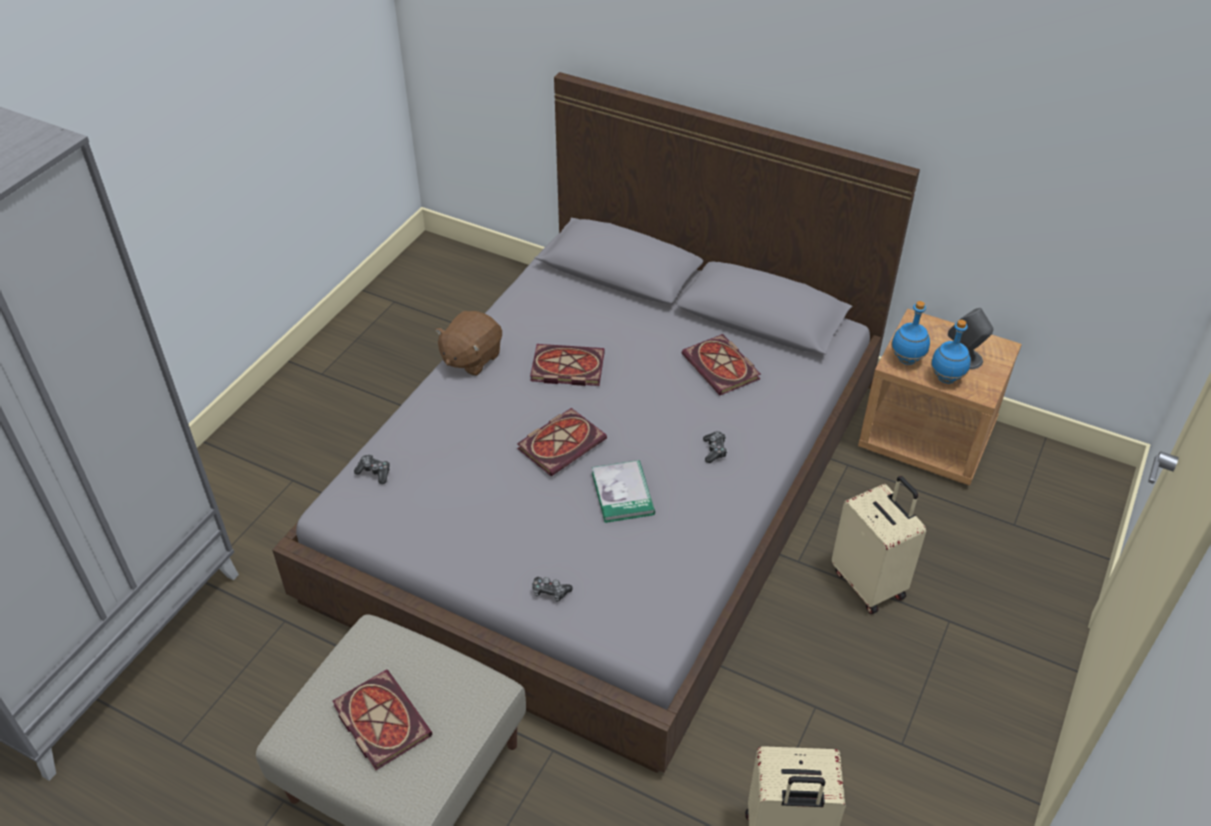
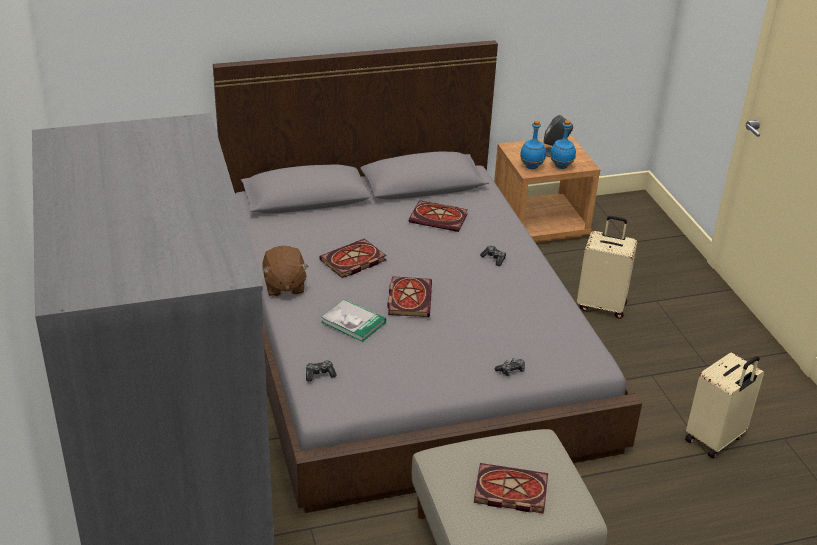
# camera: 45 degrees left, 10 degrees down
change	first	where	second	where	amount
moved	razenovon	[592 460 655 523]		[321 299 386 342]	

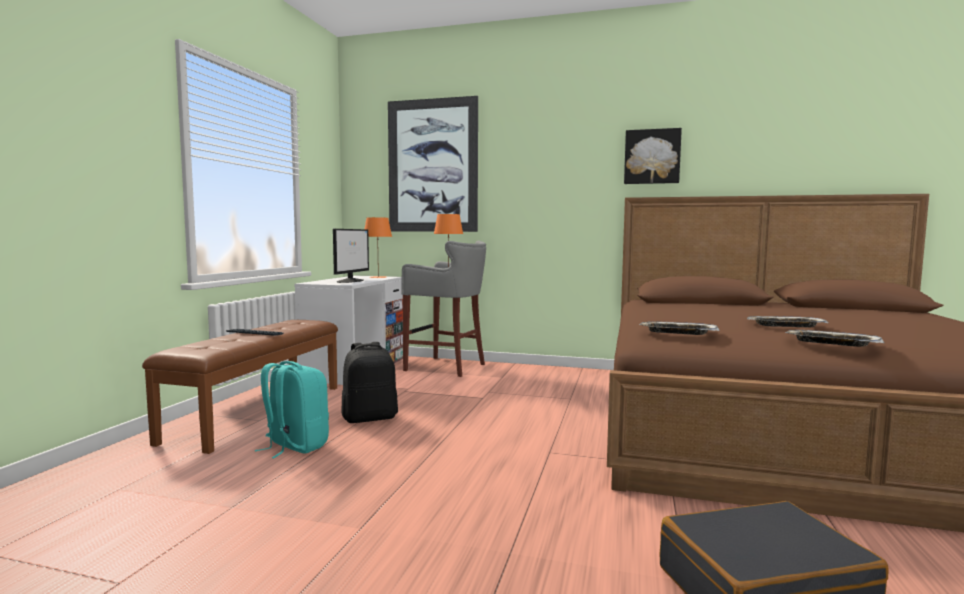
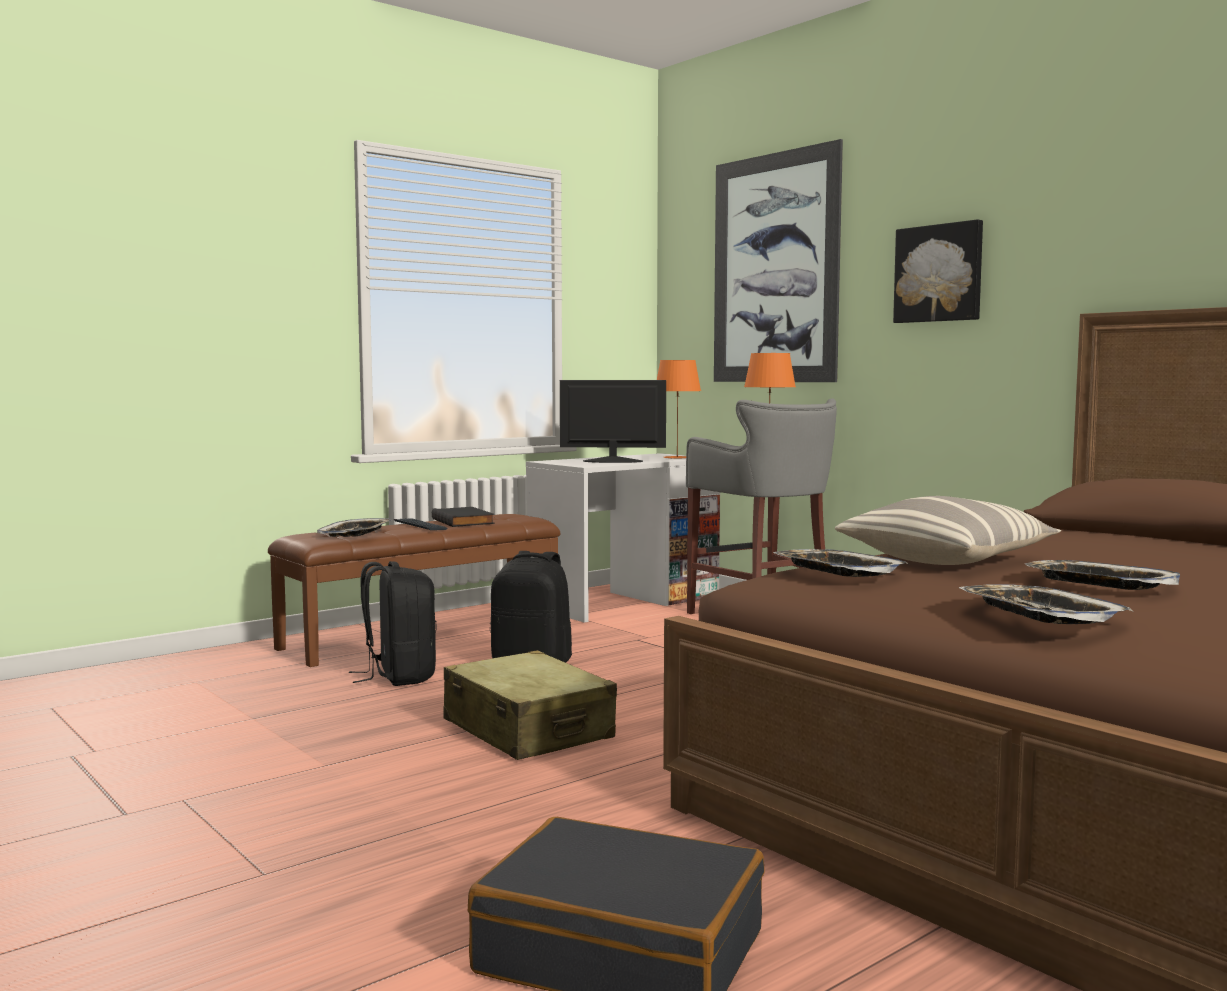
# camera: 35 degrees right, 0 degrees up
change	first	where	second	where	amount
added			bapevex	[317 518 392 537]	
added			razenovon (black)	[432 507 495 527]	
added			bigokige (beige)	[444 650 617 760]	
added			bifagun	[835 496 1061 565]	
moved	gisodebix	[624 128 682 184]		[893 219 983 323]	
recoloured	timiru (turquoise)	[255 361 329 458]	timiru (black)	[349 561 437 686]	
turned	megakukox	[333 229 369 283]		[560 380 666 463]	135 degrees counterclockwise

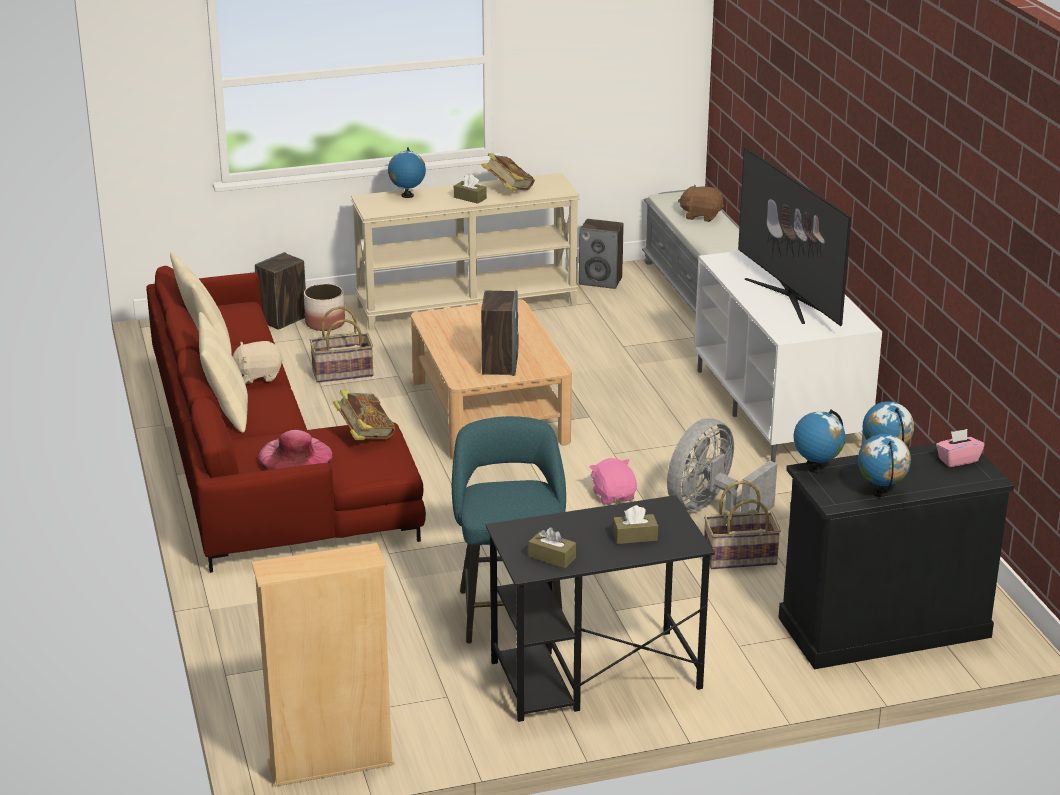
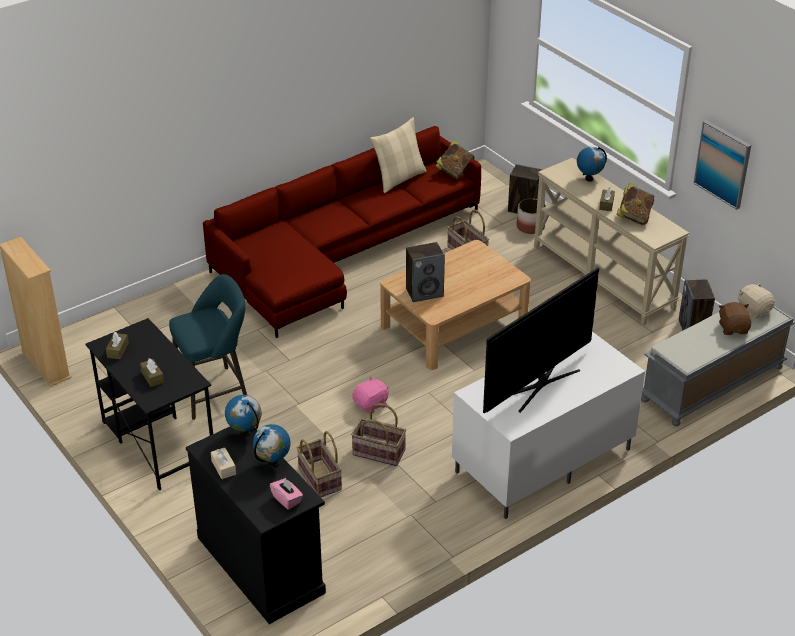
# camera: 70 degrees right, 10 degrees up
change	first	where	second	where	amount
removed	bifagun (beige)	[198 312 248 433]			
removed	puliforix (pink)	[258 430 332 470]			
added			gisodebix	[693 120 751 210]	
moved	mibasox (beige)	[232 341 283 384]		[738 283 775 318]	
moved	razenovon	[333 390 395 440]		[435 140 475 179]	
replaced	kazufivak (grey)	[667 418 777 512]	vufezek	[351 403 406 466]	
replaced	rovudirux	[858 434 911 497]	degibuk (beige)	[211 448 236 479]	

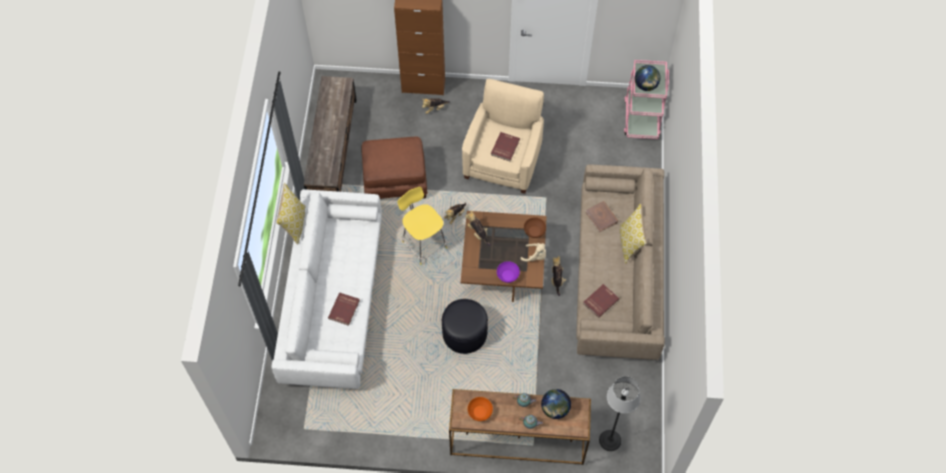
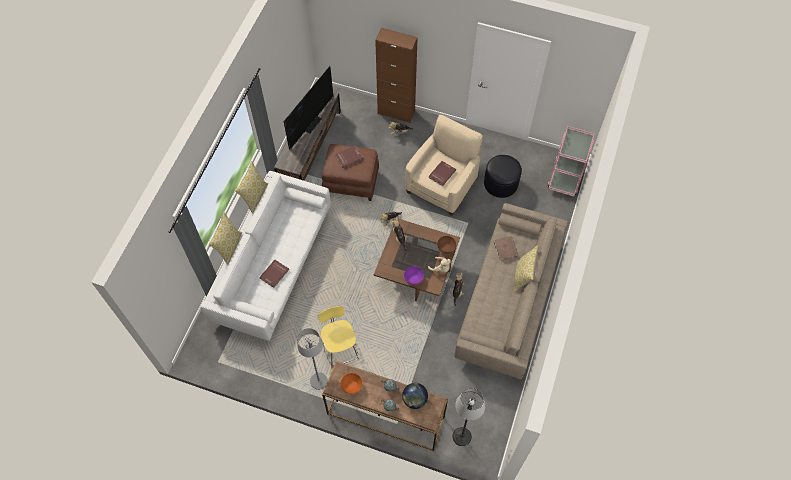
# camera: 15 degrees right, 0 degrees up
change	first	where	second	where	amount
removed	rovudirux	[634 65 661 91]			
added			bifagun	[209 212 242 265]	
added			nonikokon	[284 66 333 150]	
added			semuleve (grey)	[297 328 328 390]	
moved	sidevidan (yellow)	[398 187 447 265]		[318 306 359 369]	
moved	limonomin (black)	[442 299 488 354]		[484 155 522 198]	
moved	razenovon (red)	[583 284 619 318]		[335 146 363 168]	

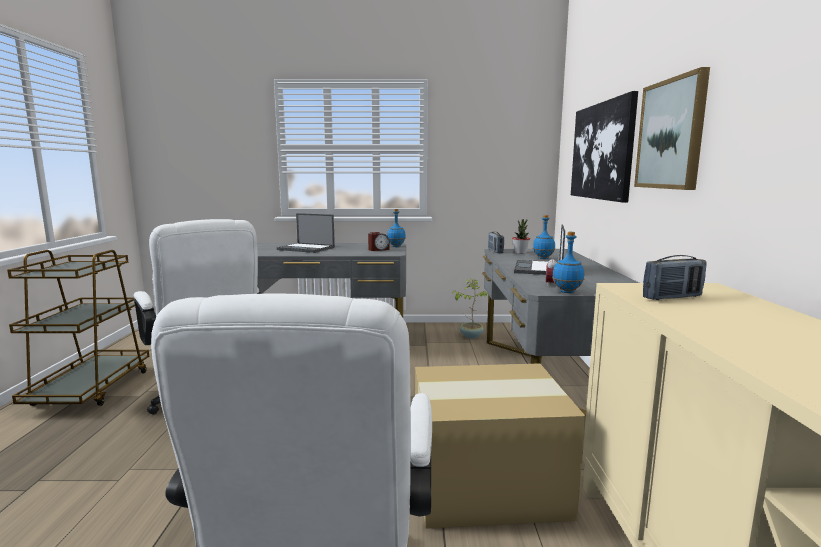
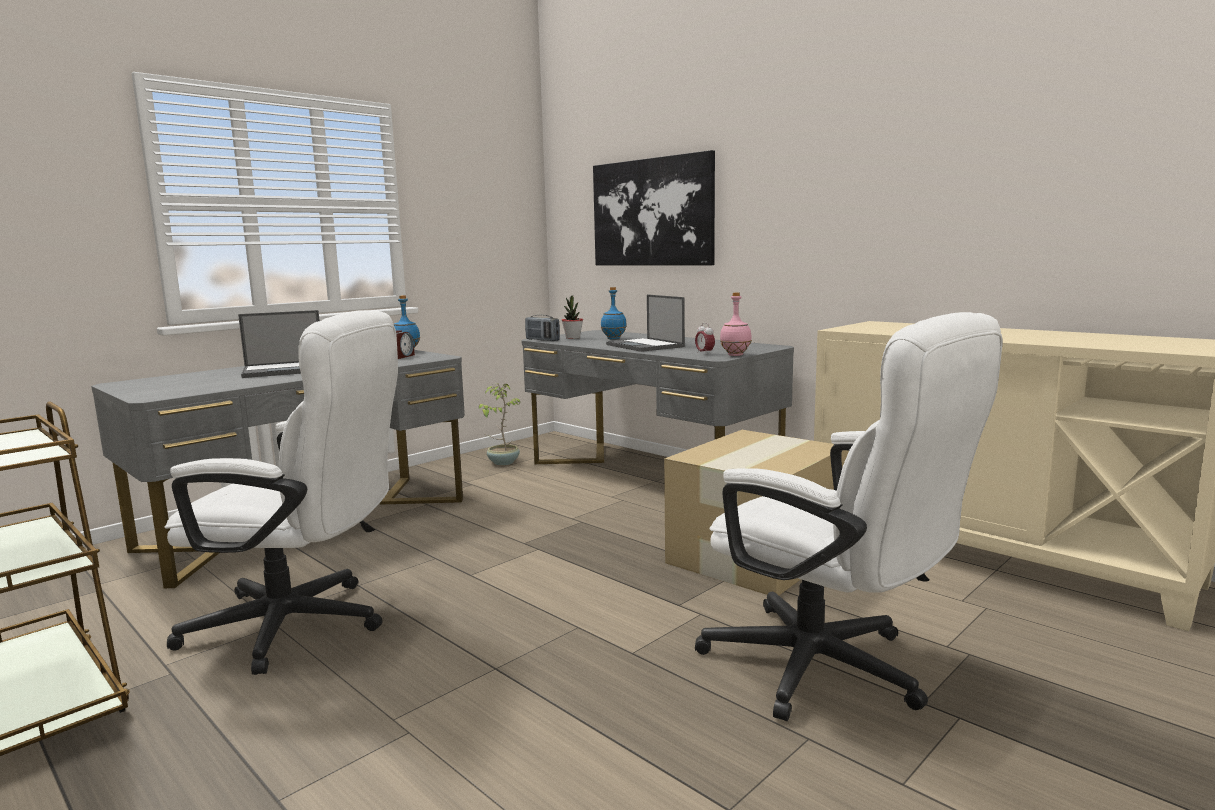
# camera: 45 degrees left, 0 degrees up
change	first	where	second	where	amount
removed	gisodebix	[634 67 710 190]			
removed	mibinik	[643 255 707 300]			
recoloured	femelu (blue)	[552 232 584 293]	femelu (pink)	[720 292 752 356]	

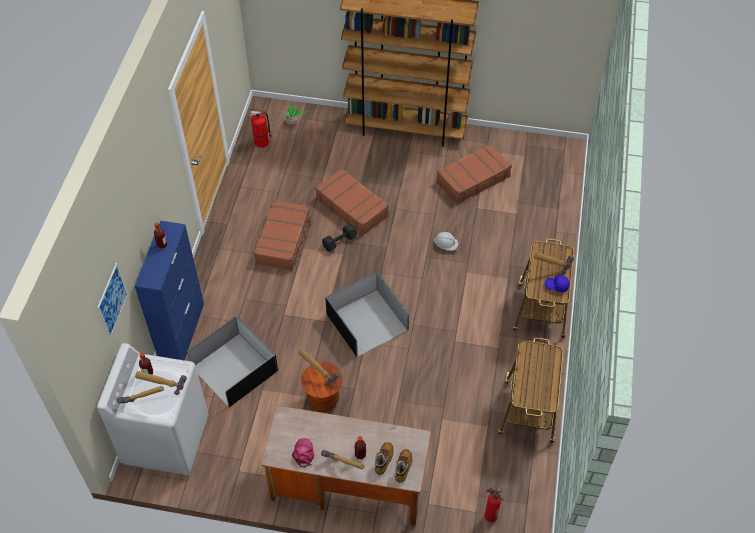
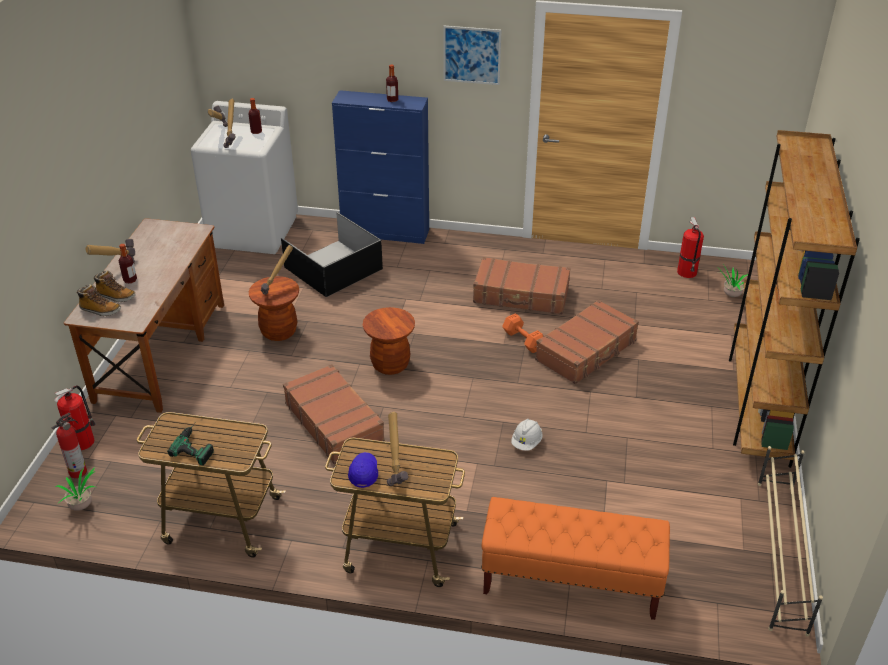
# camera: 90 degrees right, 15 degrees down
change	first	where	second	where	amount
removed	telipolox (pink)	[292 438 314 467]			
added			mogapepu	[54 385 95 451]	
added			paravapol	[55 467 95 511]	
added			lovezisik	[167 422 214 465]	
added			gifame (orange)	[481 497 670 620]	
added			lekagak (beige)	[758 446 823 637]	
moved	gisodebix	[97 263 128 338]		[443 26 501 85]	
moved	bigokige (brown)	[436 143 512 204]		[283 364 385 465]	
replaced	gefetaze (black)	[325 272 409 357]	sidevidan (brown)	[363 307 415 375]	
recoloured	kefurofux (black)	[322 224 357 252]	kefurofux (orange)	[502 313 544 353]	

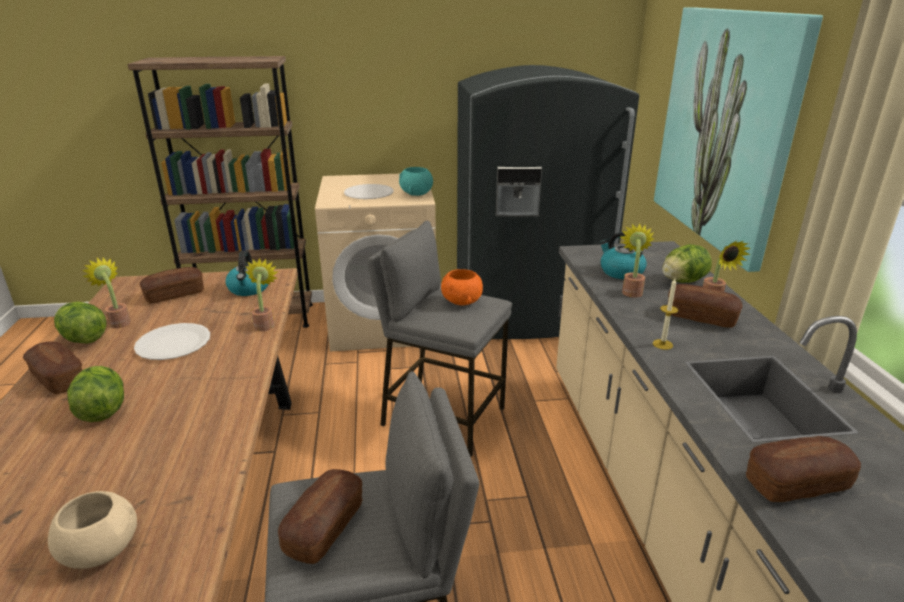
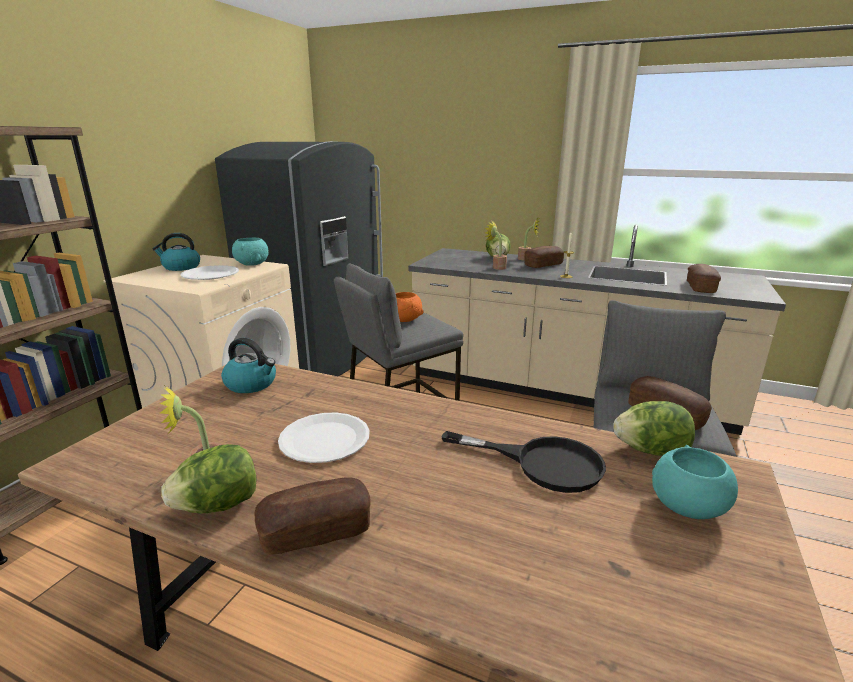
# camera: 60 degrees left, 5 degrees down
change	first	where	second	where	amount
removed	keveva	[140 267 204 303]			
removed	paravapol	[246 258 278 331]			
removed	gisodebix	[654 7 823 272]			
added			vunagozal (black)	[441 431 606 493]	
moved	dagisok	[67 366 124 422]		[613 401 695 456]	
moved	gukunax	[599 232 647 279]		[152 233 200 271]	
recoloured	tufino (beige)	[48 491 137 569]	tufino (turquoise)	[652 445 738 519]	

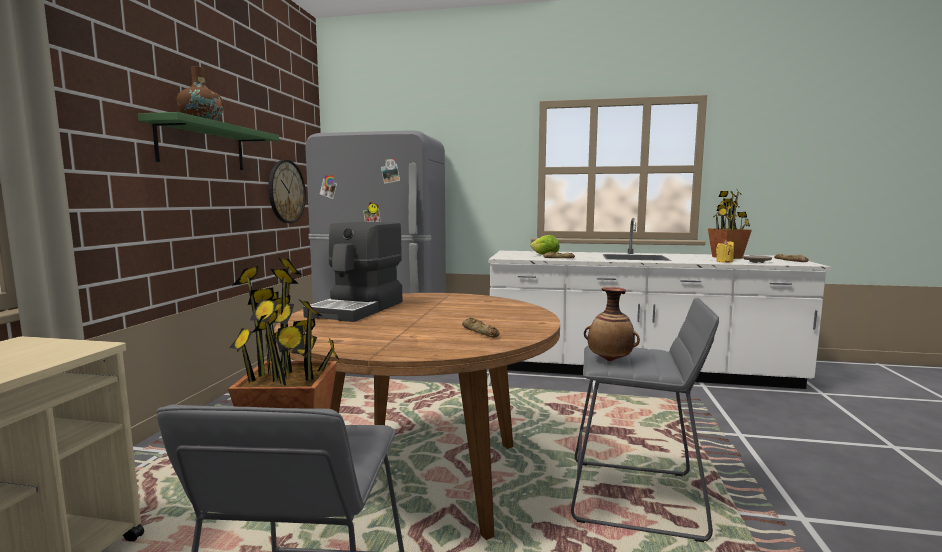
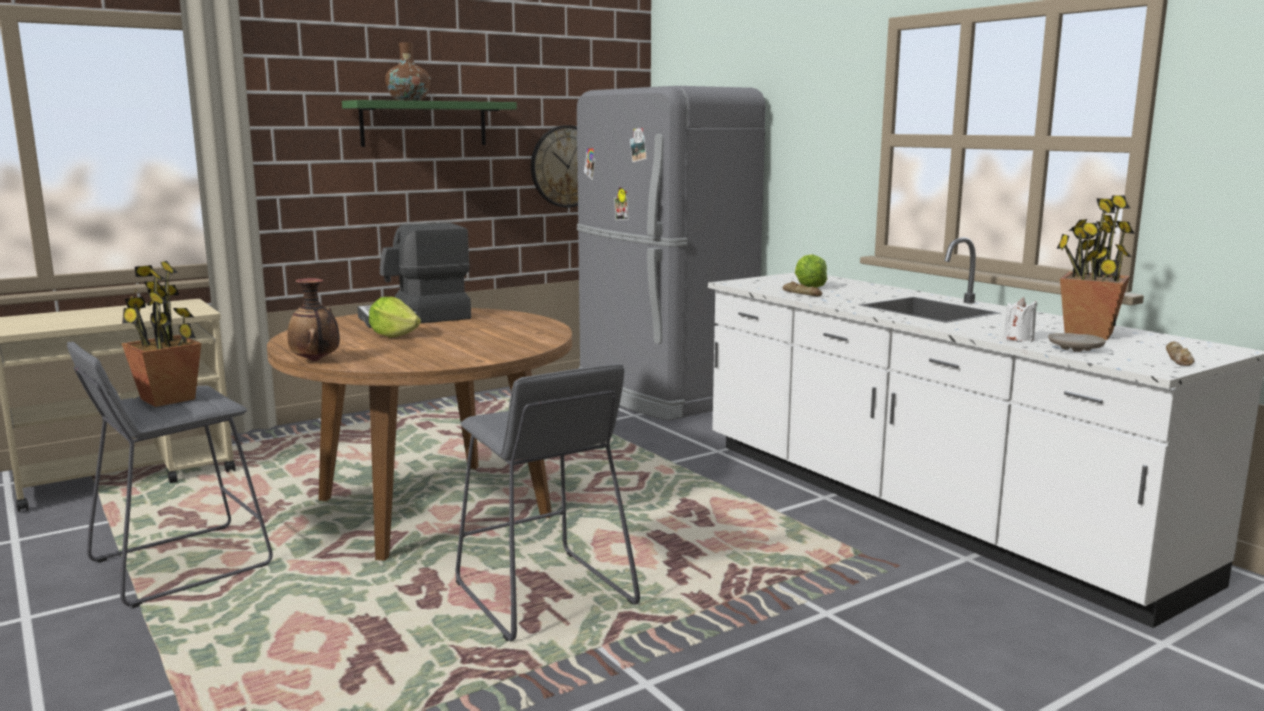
# camera: 45 degrees right, 5 degrees up
change	first	where	second	where	amount
removed	keveva	[462 317 500 337]			
added			dagisok	[369 297 421 337]	
moved	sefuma	[584 287 640 361]		[287 278 340 362]	
recoloured	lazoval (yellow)	[716 240 734 263]	lazoval (white)	[1004 297 1037 341]	

